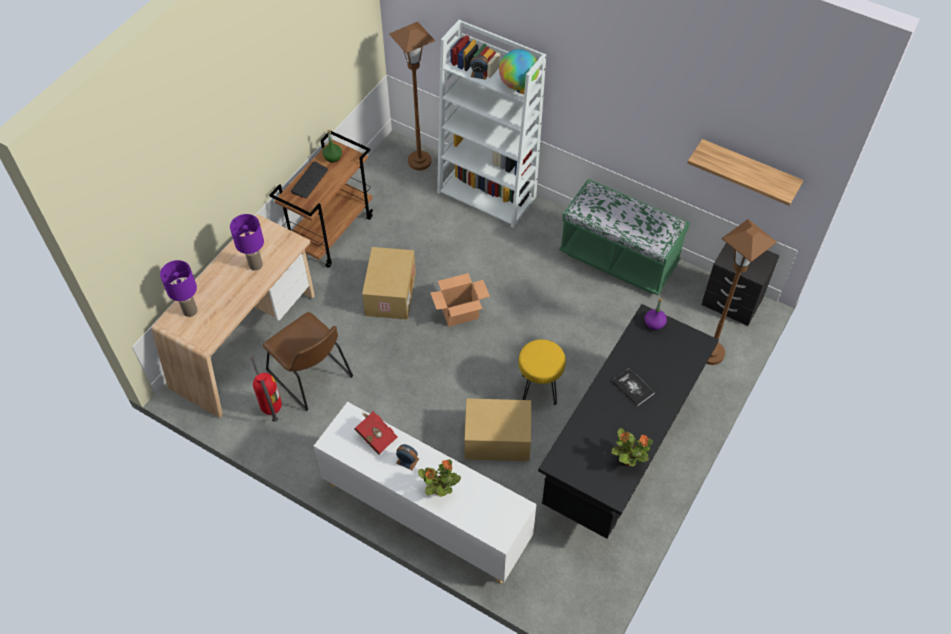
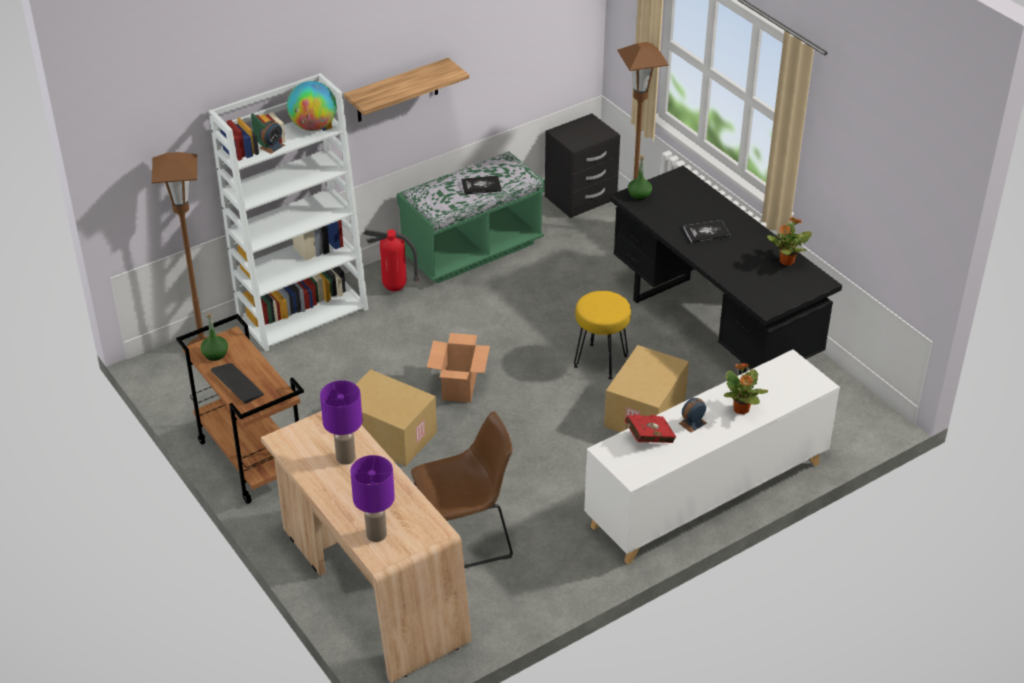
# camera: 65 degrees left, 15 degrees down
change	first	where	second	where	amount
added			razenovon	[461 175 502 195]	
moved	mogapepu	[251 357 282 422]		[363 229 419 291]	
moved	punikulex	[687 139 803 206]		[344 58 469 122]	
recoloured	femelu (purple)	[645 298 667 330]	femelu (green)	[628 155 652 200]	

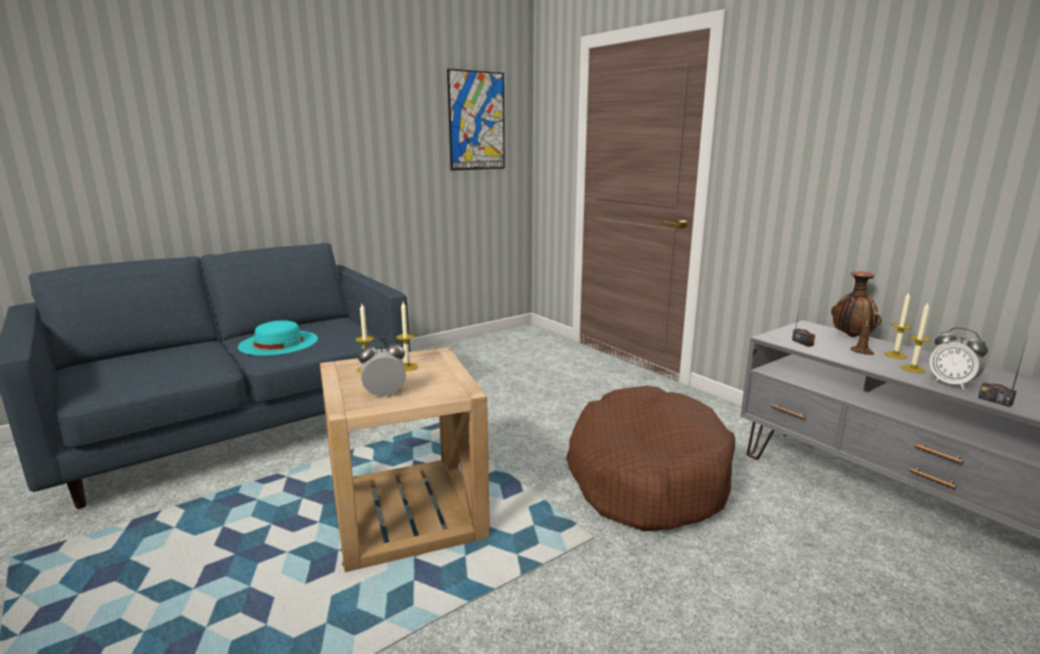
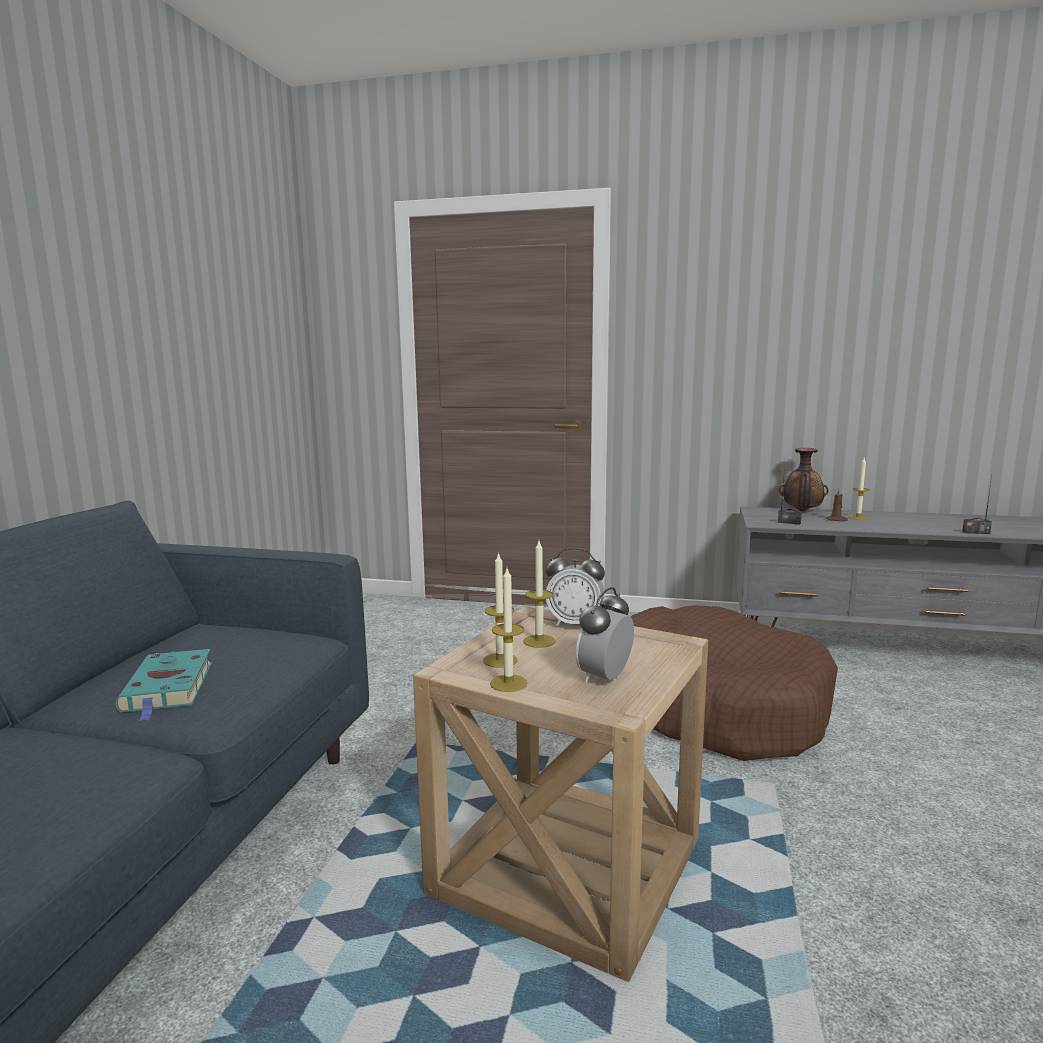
# camera: 40 degrees left, 5 degrees down
change	first	where	second	where	amount
removed	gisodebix	[447 69 505 171]			
moved	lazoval	[901 303 931 373]		[490 568 528 692]	
moved	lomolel	[929 328 988 390]		[546 548 605 626]	
replaced	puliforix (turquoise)	[238 320 318 356]	razenovon (turquoise)	[115 649 212 721]	

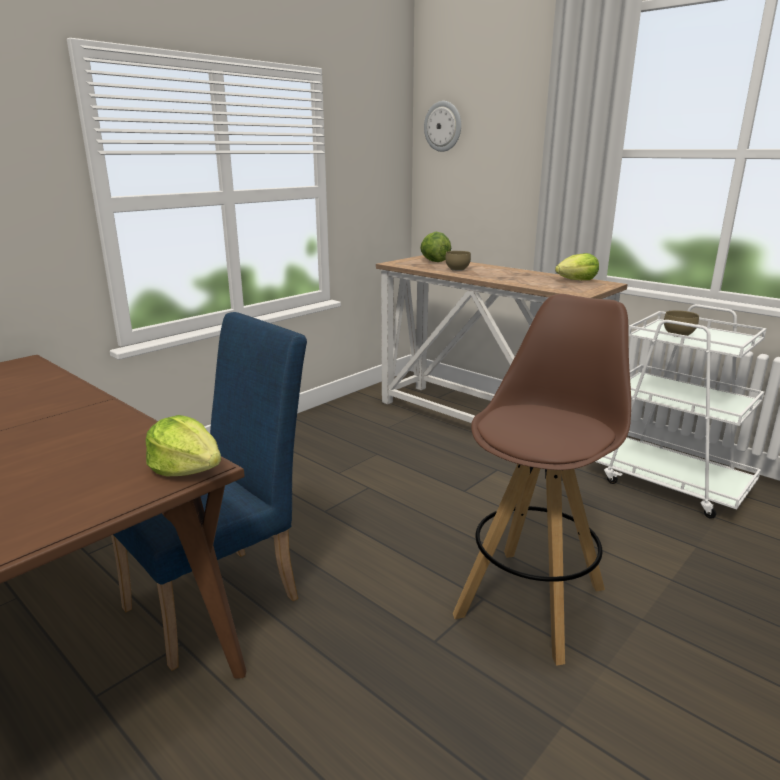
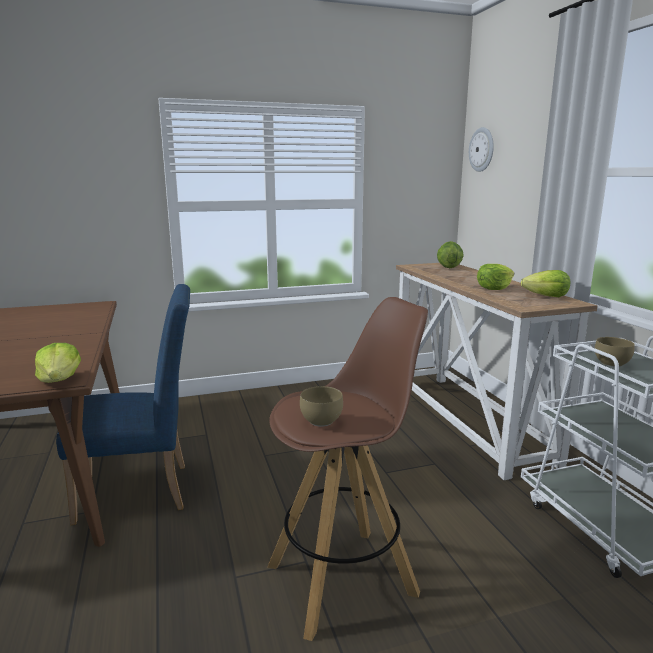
# camera: 30 degrees right, 5 degrees down
change	first	where	second	where	amount
added			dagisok	[477 264 514 290]	
moved	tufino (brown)	[445 251 471 271]		[300 386 343 427]	

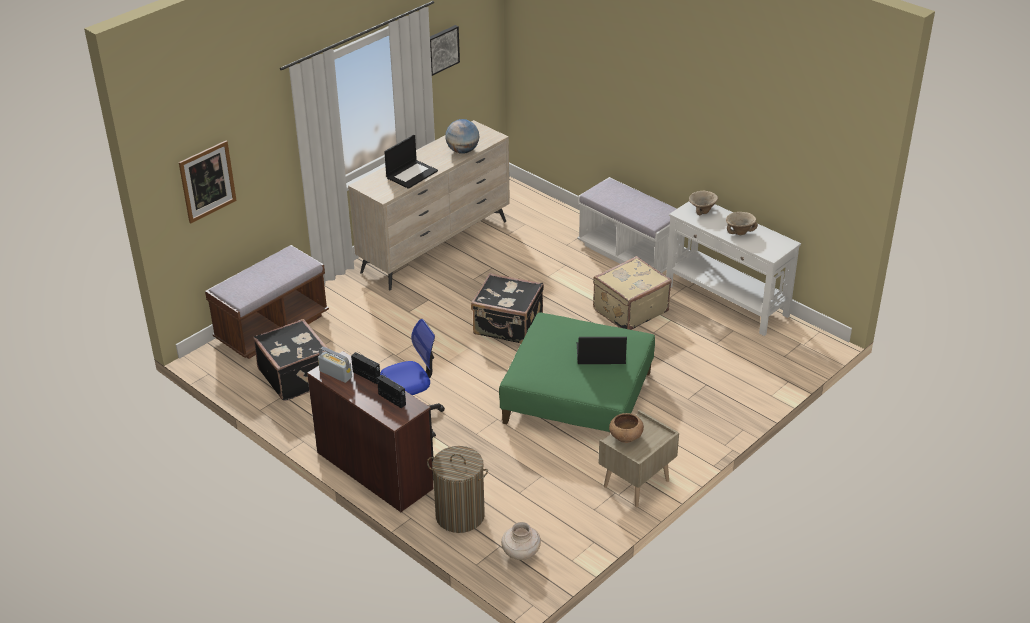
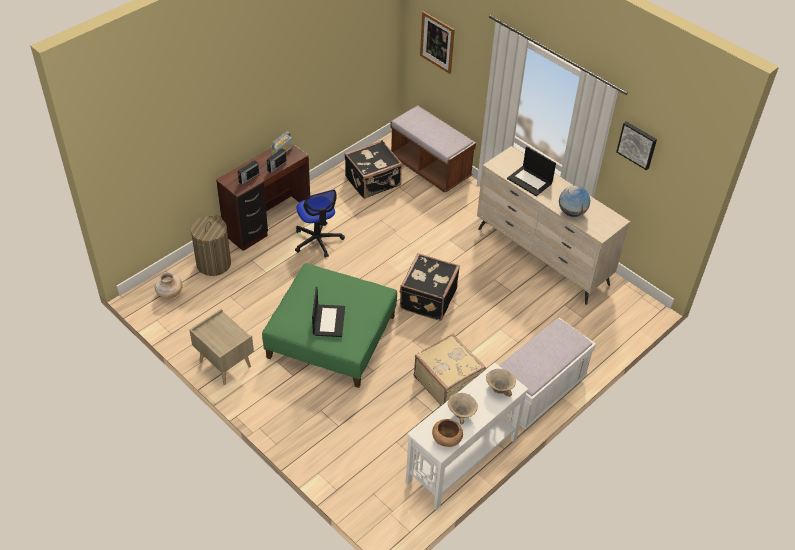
# camera: 90 degrees right, 10 degrees up
change	first	where	second	where	amount
moved	tufino (brown)	[609 413 644 443]		[432 419 463 447]	

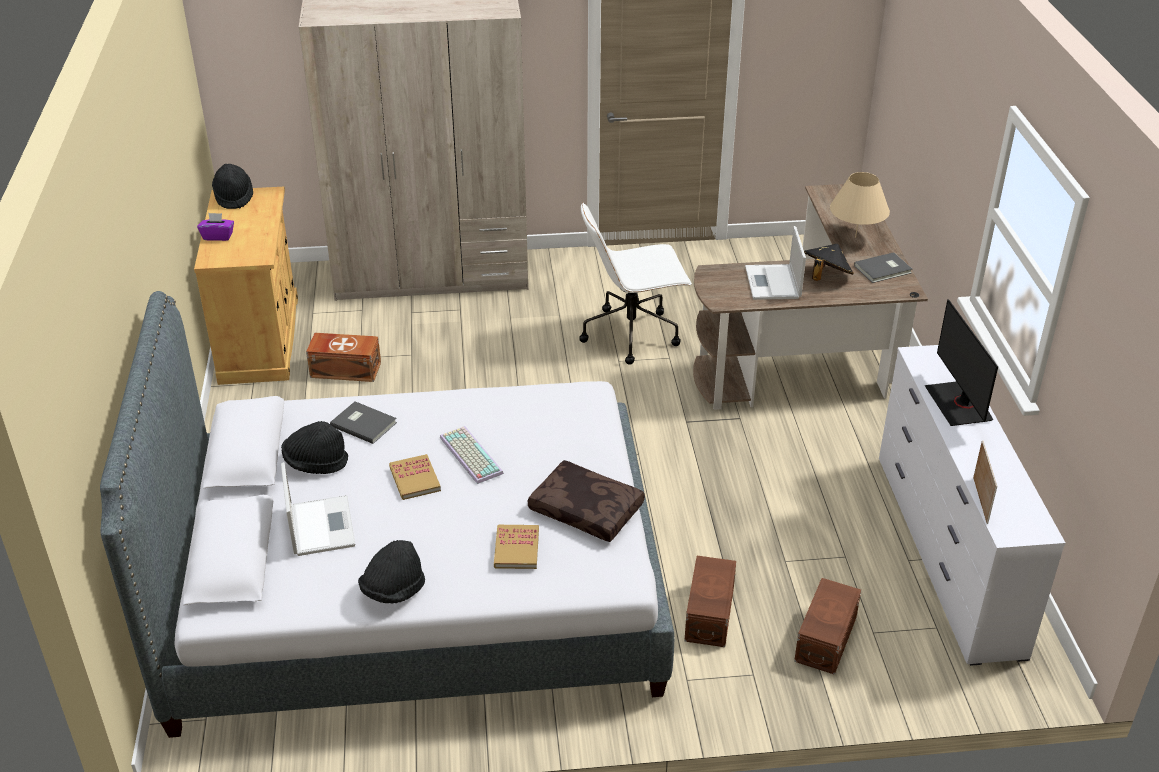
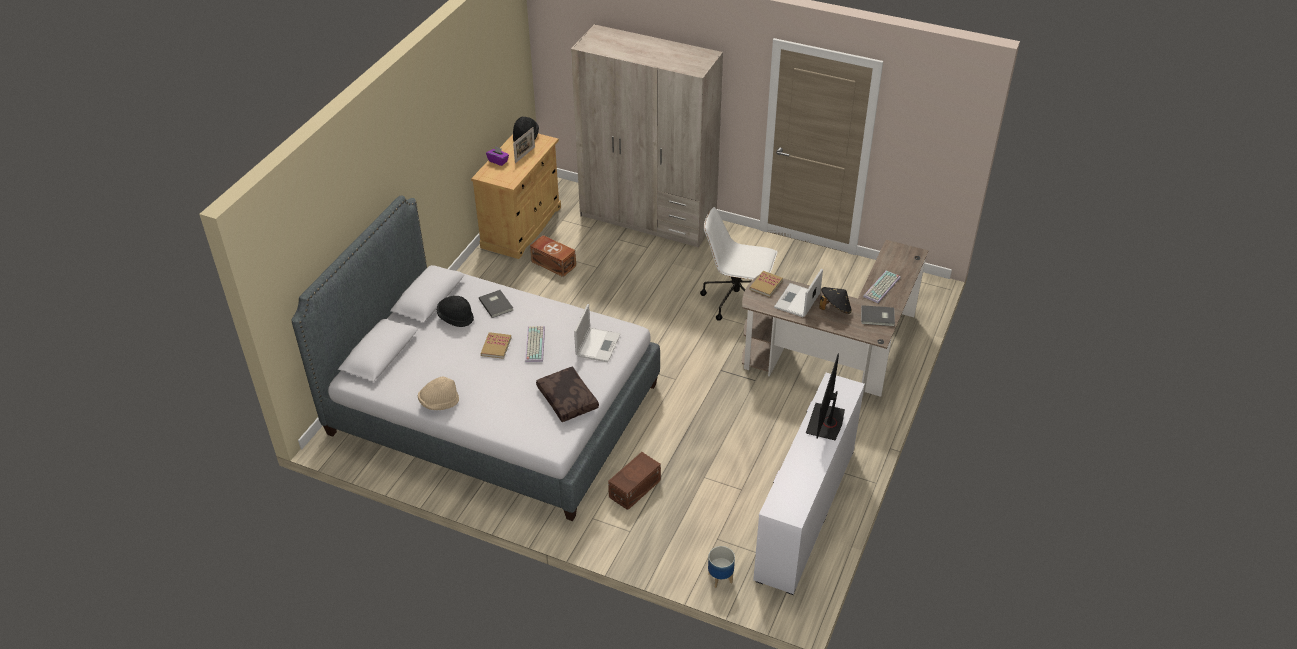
# camera: 30 degrees right, 5 degrees up
change	first	where	second	where	amount
removed	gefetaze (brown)	[794 578 861 675]			
added			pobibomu	[708 546 735 588]	
moved	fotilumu	[281 462 355 556]		[574 304 621 362]	
moved	razenovon	[494 525 539 569]		[750 271 783 297]	
moved	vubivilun	[973 440 997 524]		[513 127 535 163]	
replaced	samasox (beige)	[830 172 890 238]	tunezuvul	[863 271 901 303]	
recoloured	puliforix (black)	[358 540 425 604]	puliforix (beige)	[418 376 459 410]	

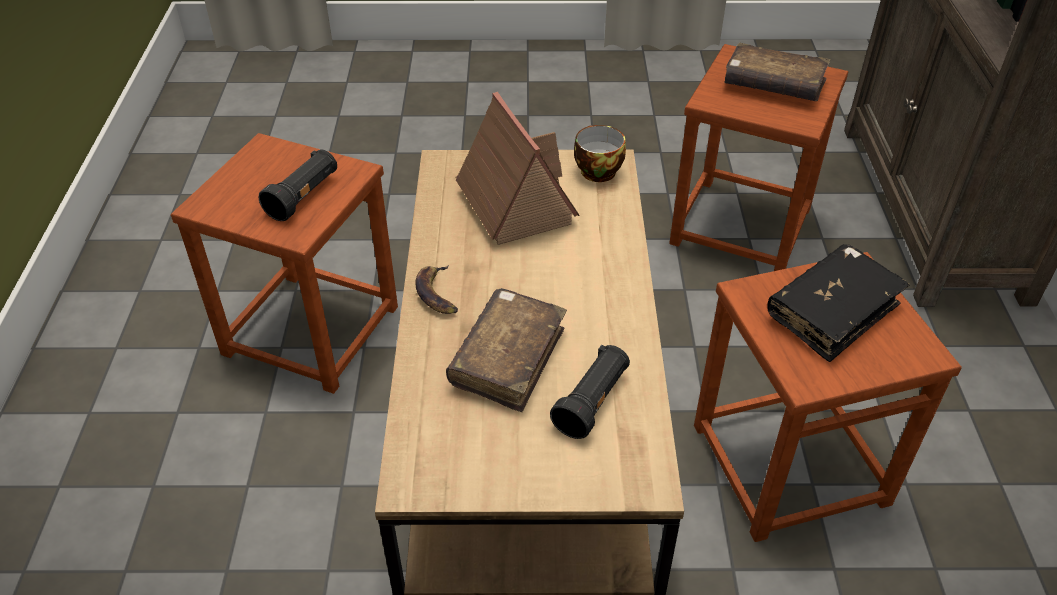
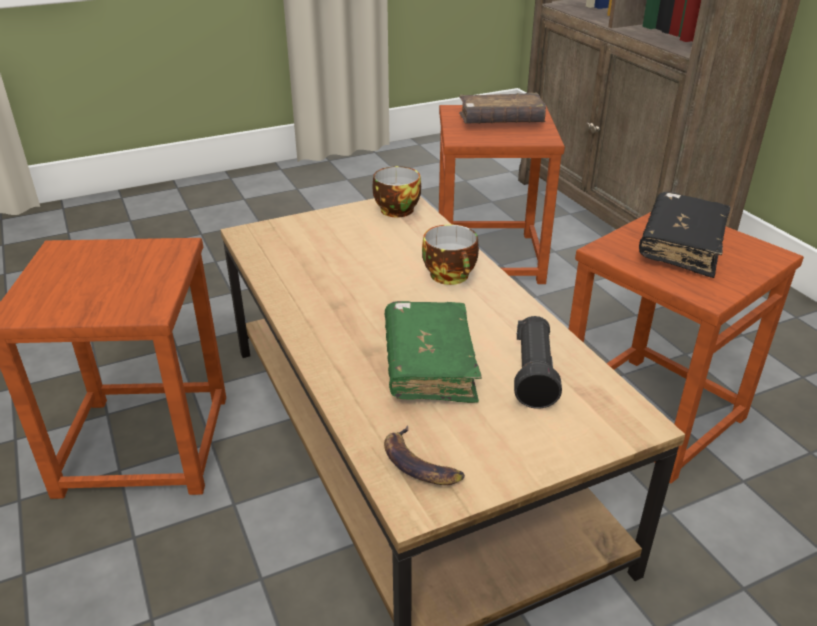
# camera: 25 degrees left, 10 degrees down
change	first	where	second	where	amount
removed	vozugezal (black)	[259 149 337 221]			
removed	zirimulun	[456 92 580 245]			
added			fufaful	[422 224 479 285]	
moved	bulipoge	[415 265 458 314]		[384 425 465 485]	
recoloured	razenovon (brown)	[446 288 567 412]	razenovon (green)	[385 301 482 403]	

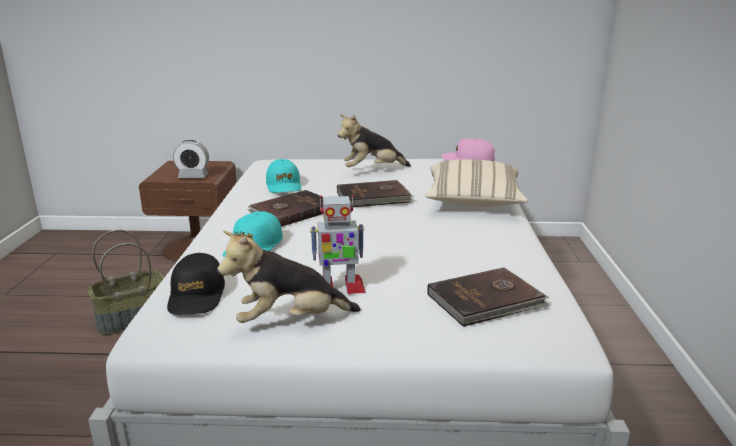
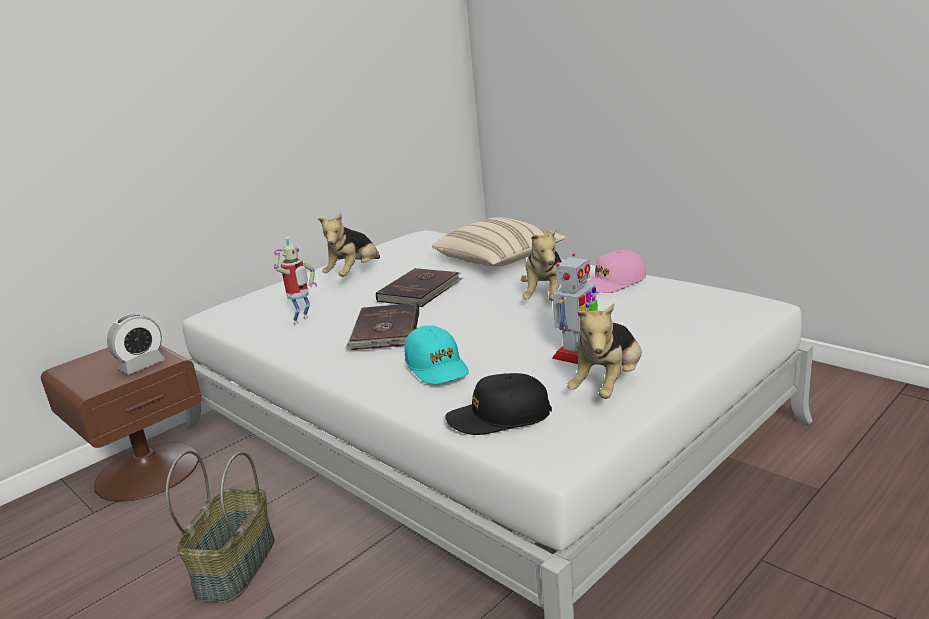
# camera: 45 degrees left, 0 degrees up
change	first	where	second	where	amount
removed	razenovon (brown)	[427 267 550 327]			
added			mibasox	[521 227 562 301]	
moved	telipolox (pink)	[441 138 495 161]		[587 250 646 293]	
replaced	telipolox (turquoise)	[266 159 301 193]	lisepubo	[274 237 317 324]	
turned	telipolox (black)	[167 253 225 314]		[445 373 552 435]	135 degrees clockwise

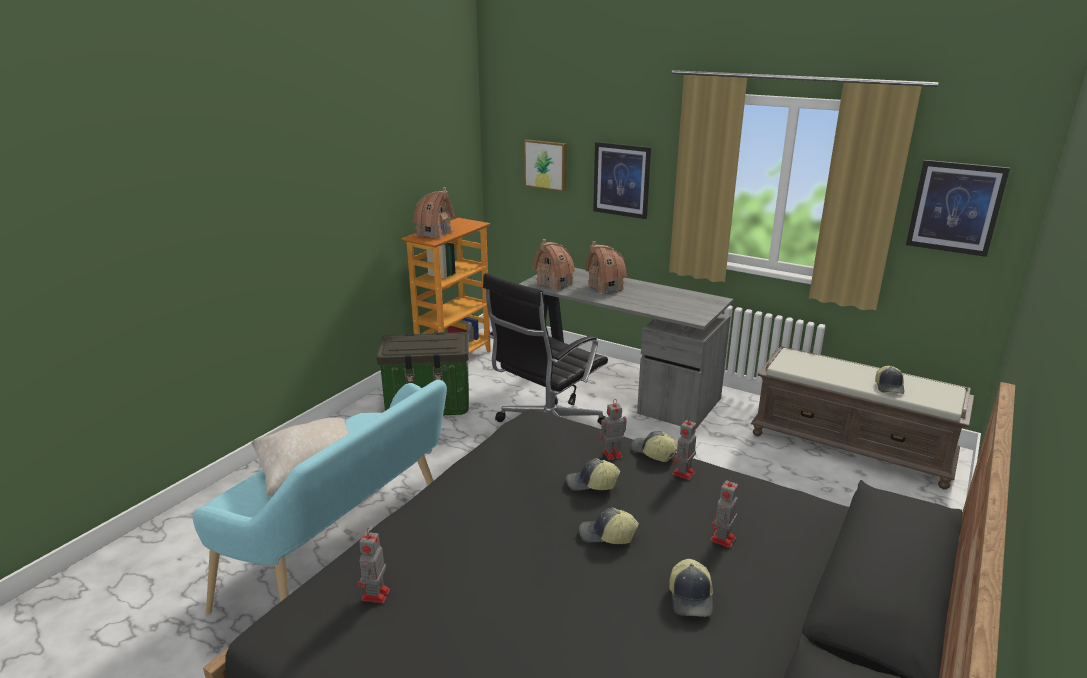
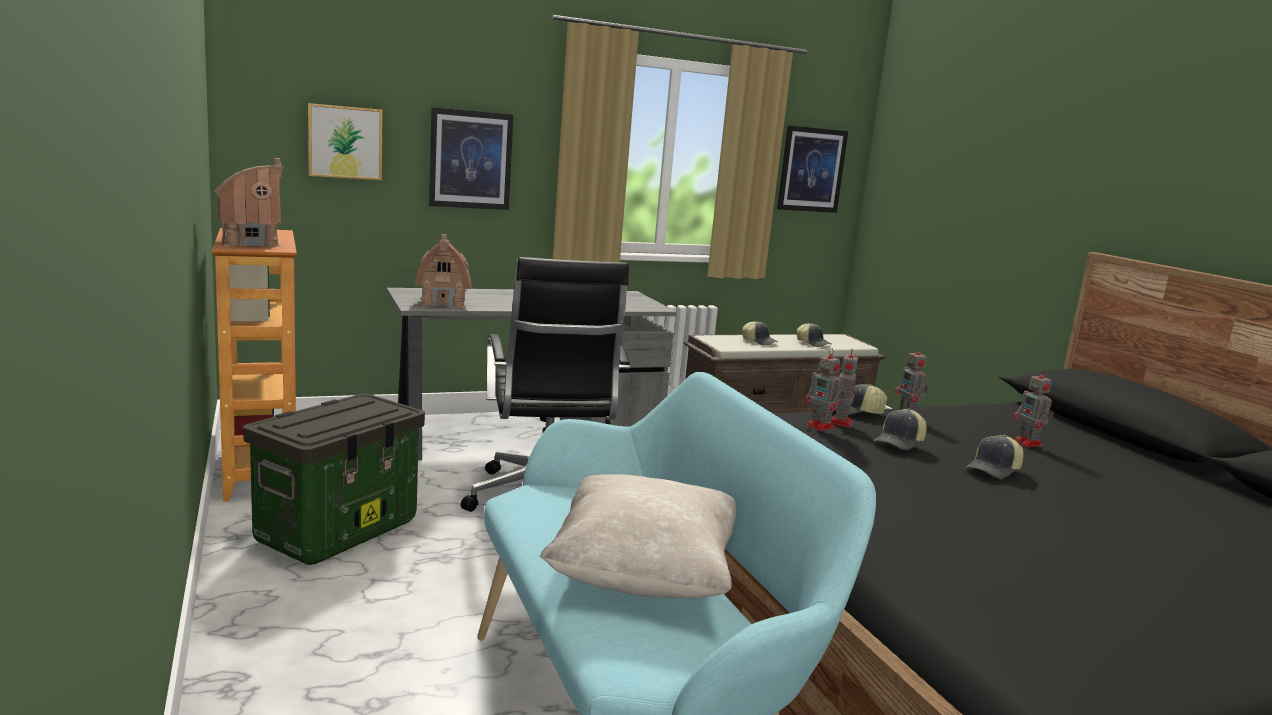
# camera: 55 degrees left, 10 degrees down
change	first	where	second	where	amount
removed	zirimulun	[585 241 627 294]			
moved	lisepubo	[357 528 390 603]		[805 348 845 431]	
moved	telipolox	[669 559 713 617]		[742 321 778 345]	

